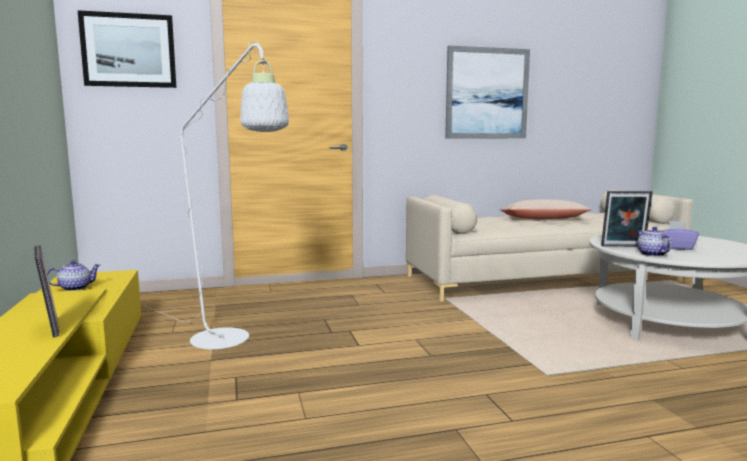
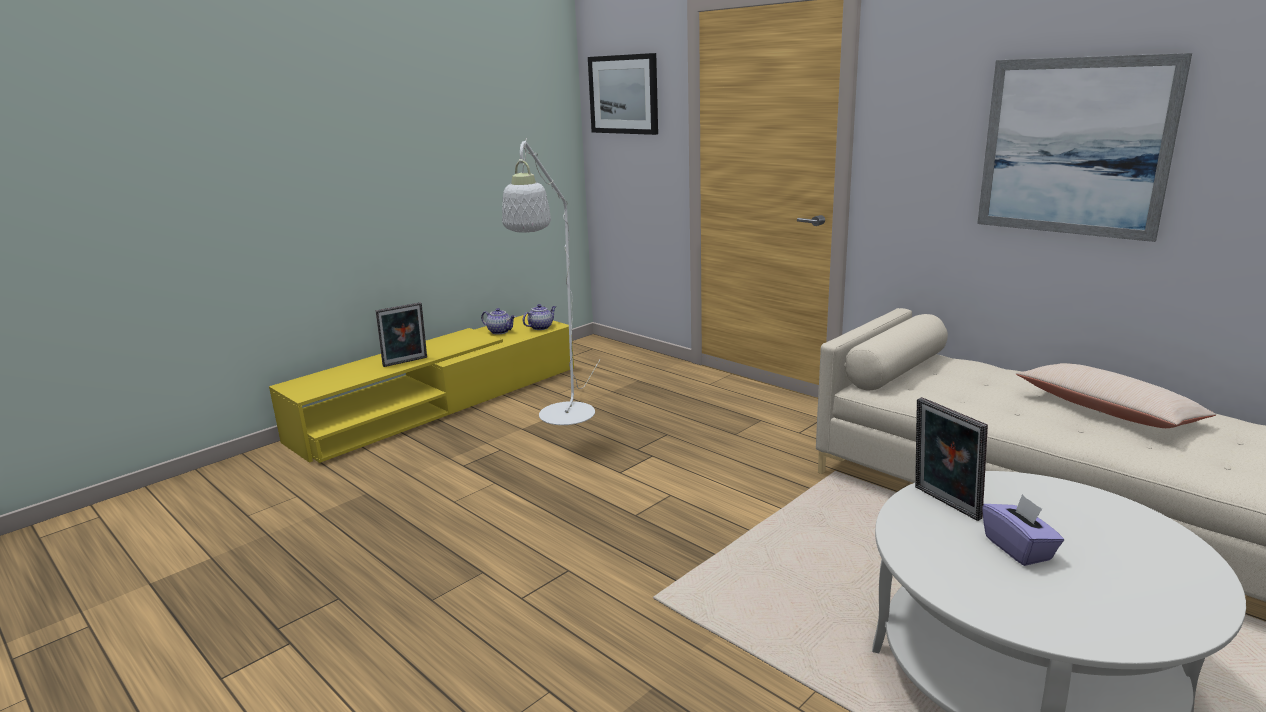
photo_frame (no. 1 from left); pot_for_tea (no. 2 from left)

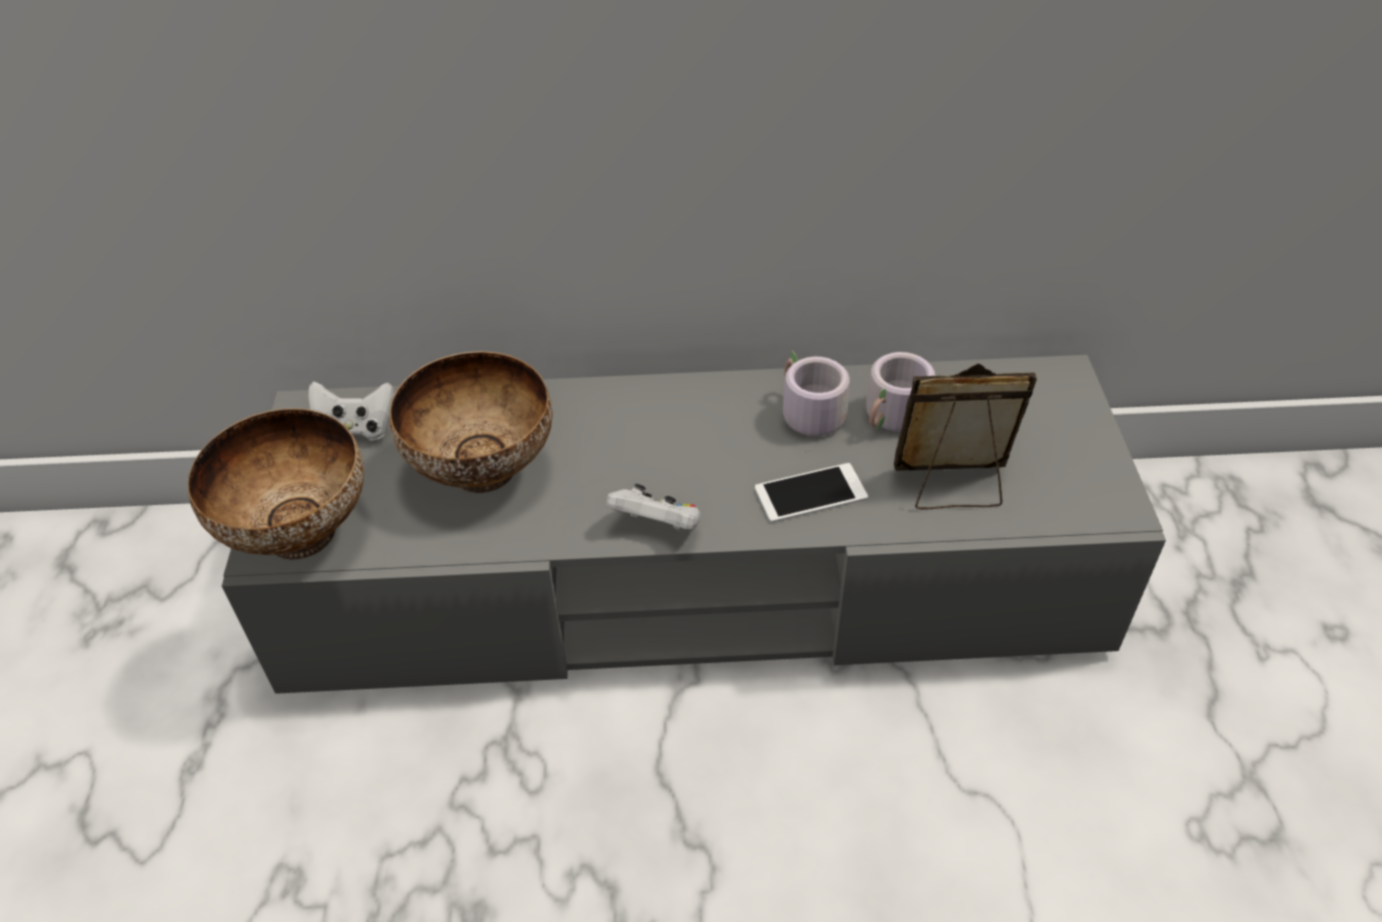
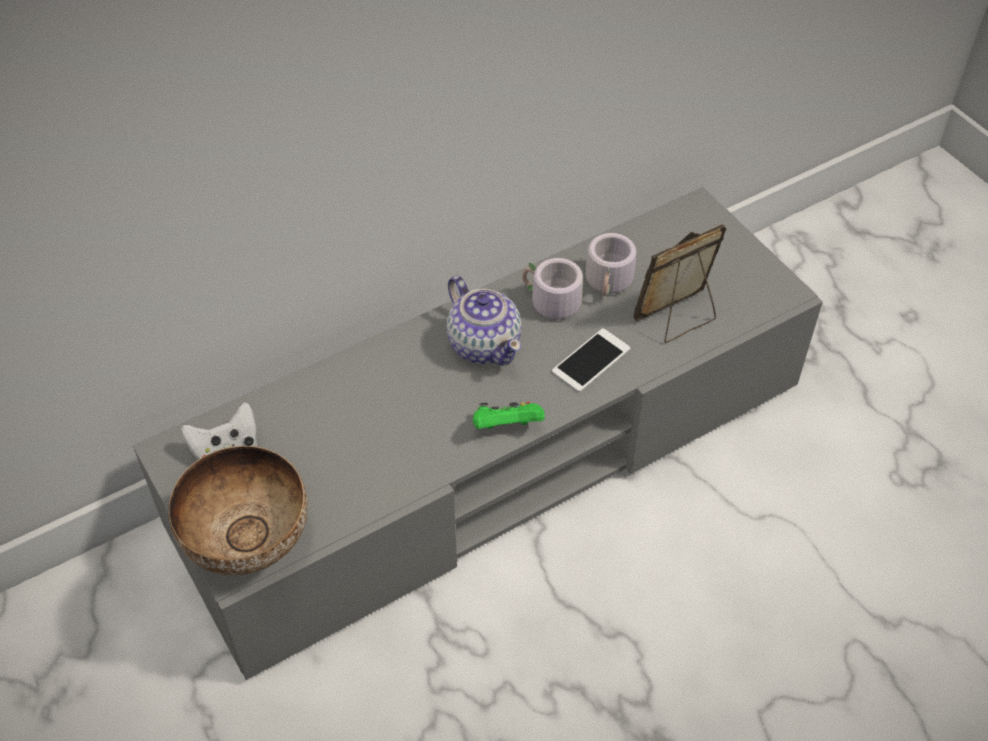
bowl (no. 2 from left in the first image); green-coloured_gamepad; pot_for_tea

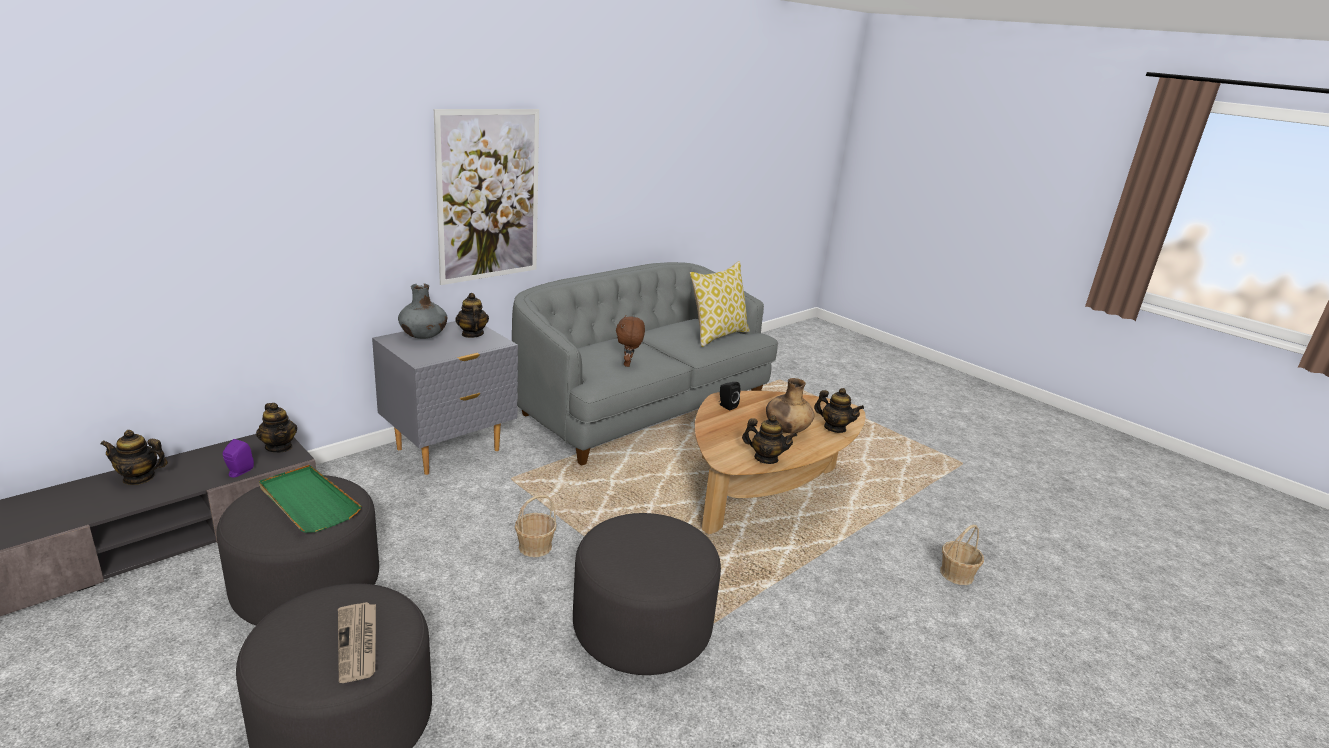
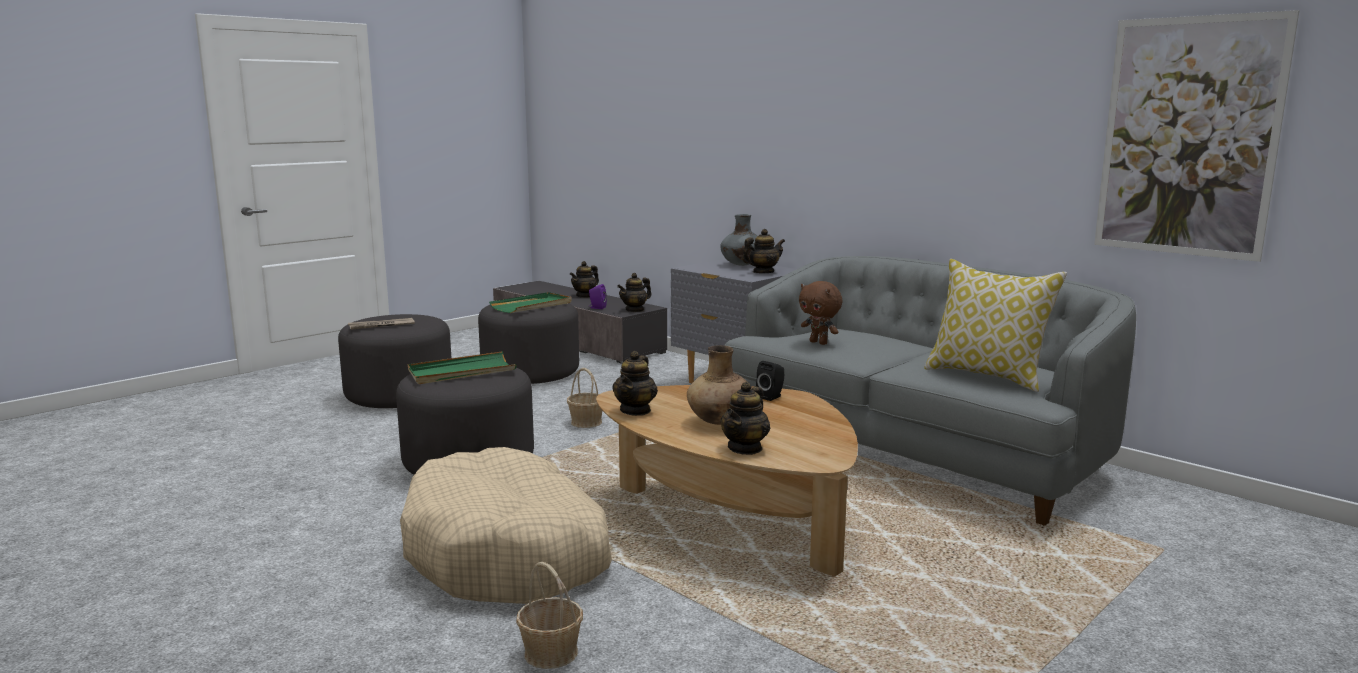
pot_for_tea (no. 1 from left); wall_art; brown_plush_toy; beige-coloured_dog_cushion; green-coloured_carrying_tray (no. 1 from left)

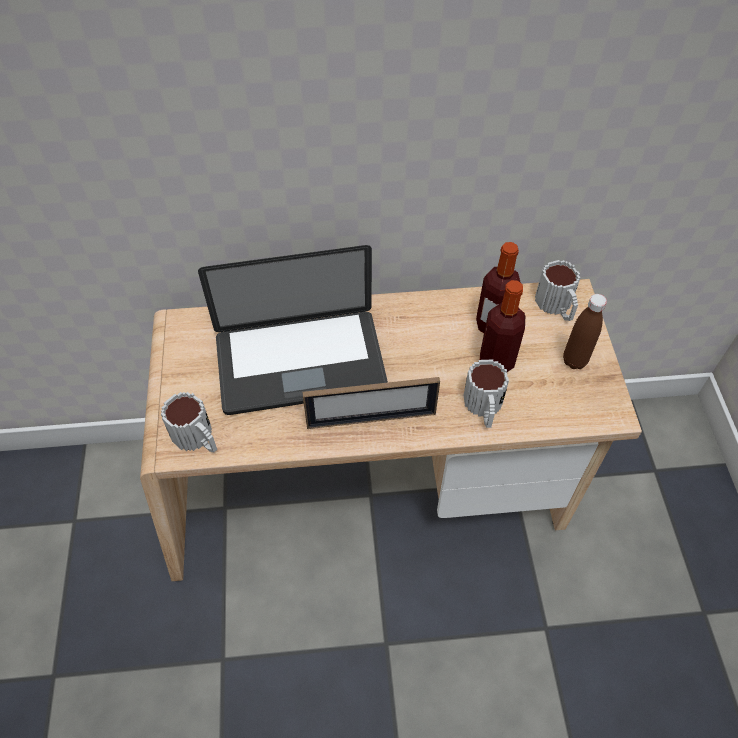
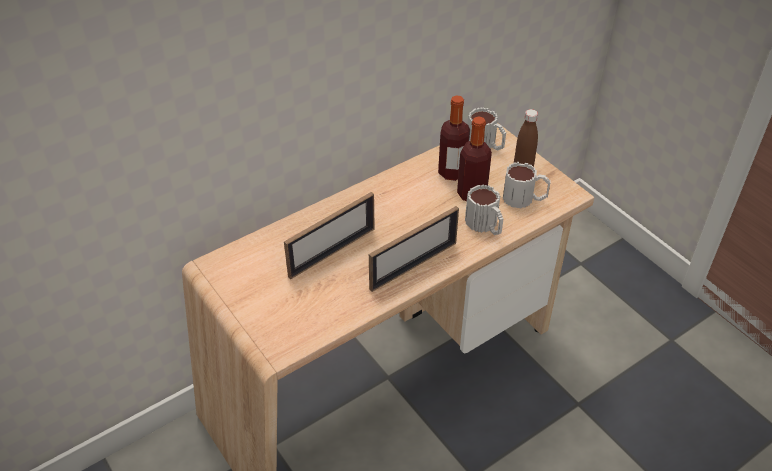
coffee_mug (no. 3 from left); photo_frame (no. 1 from left)

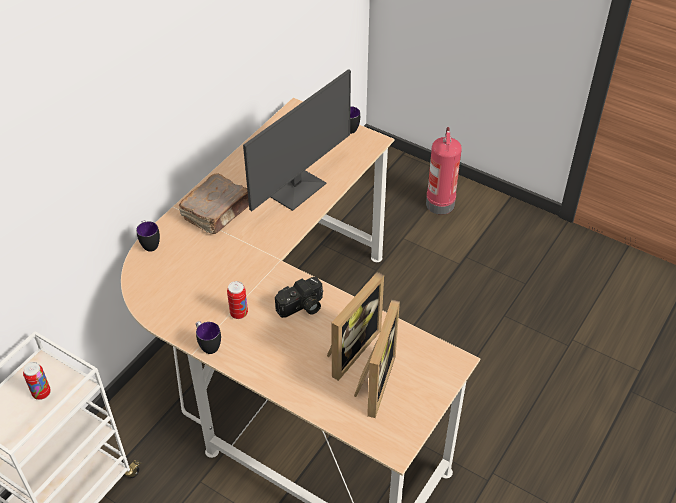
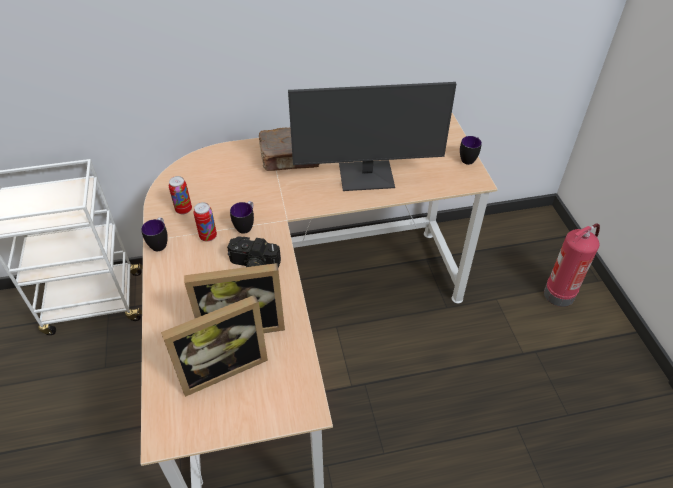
sealed_can (no. 1 from left); coffee_mug (no. 2 from left)

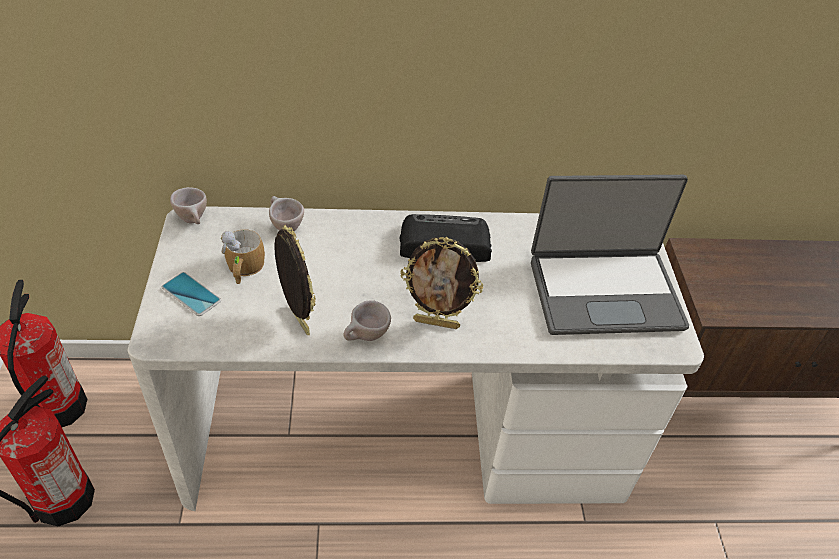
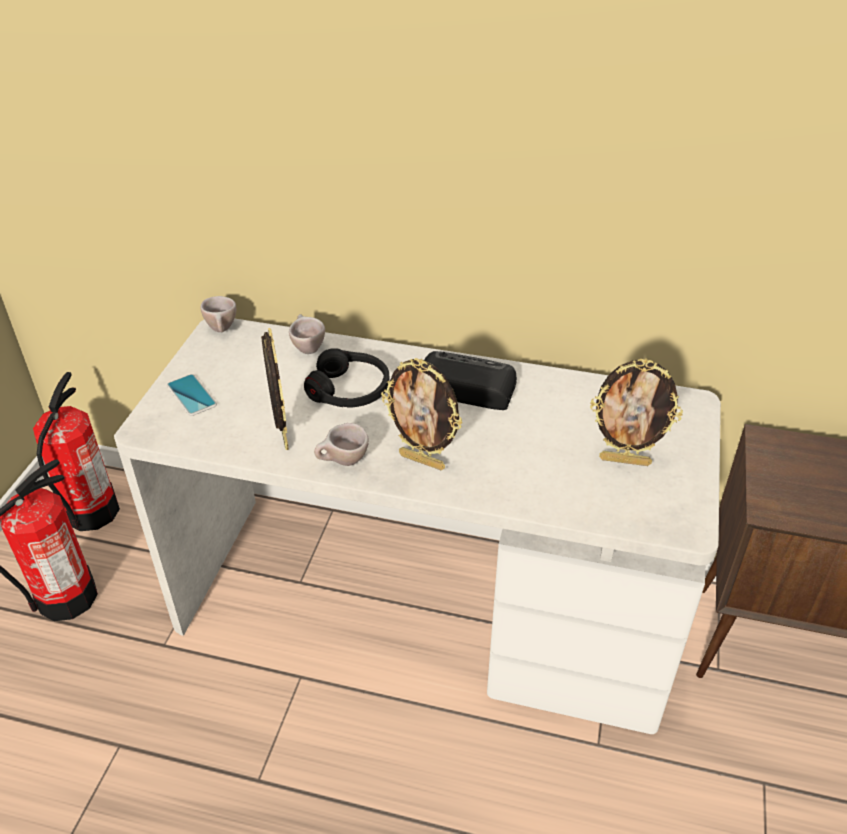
coffee_mug; photo_frame (no. 3 from left); black_pair_of_headphones

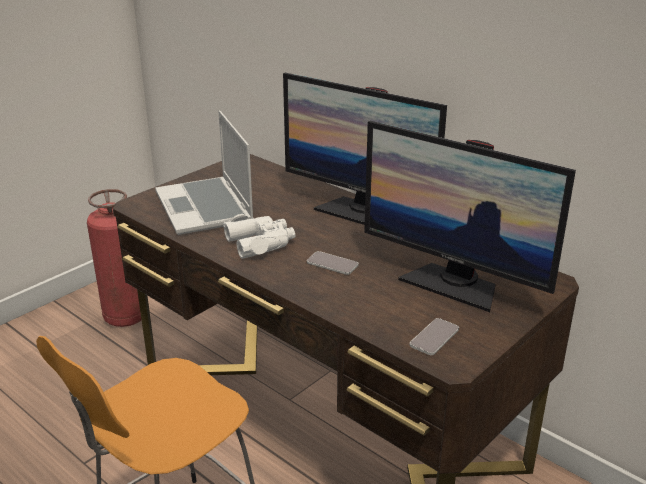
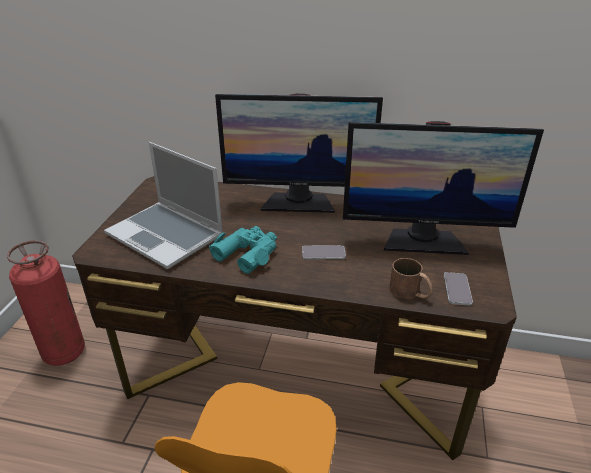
turquoise_pair_of_binoculars; brown_coffee_mug

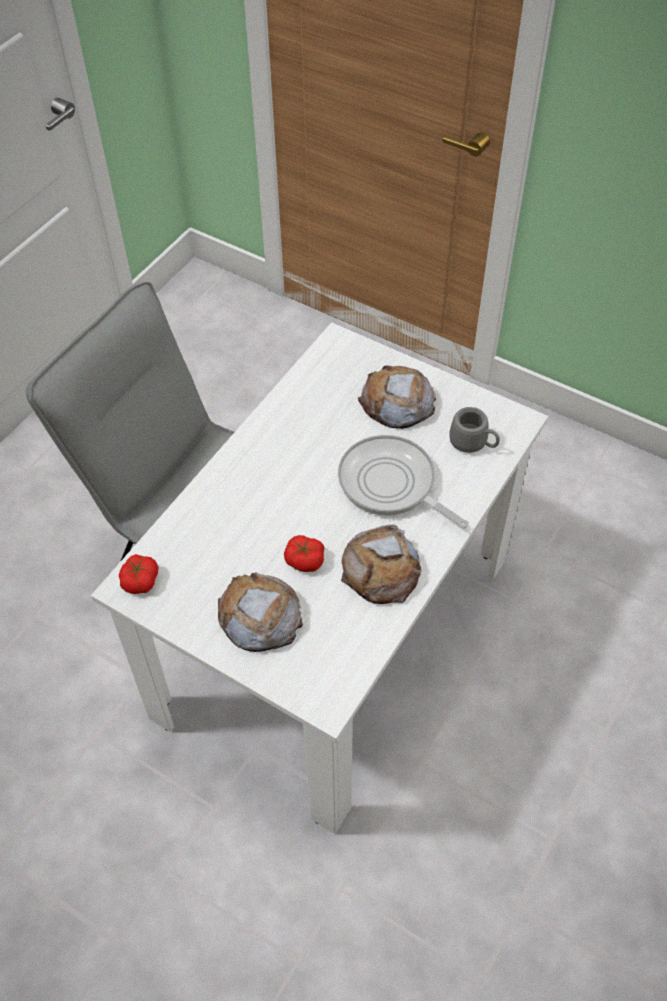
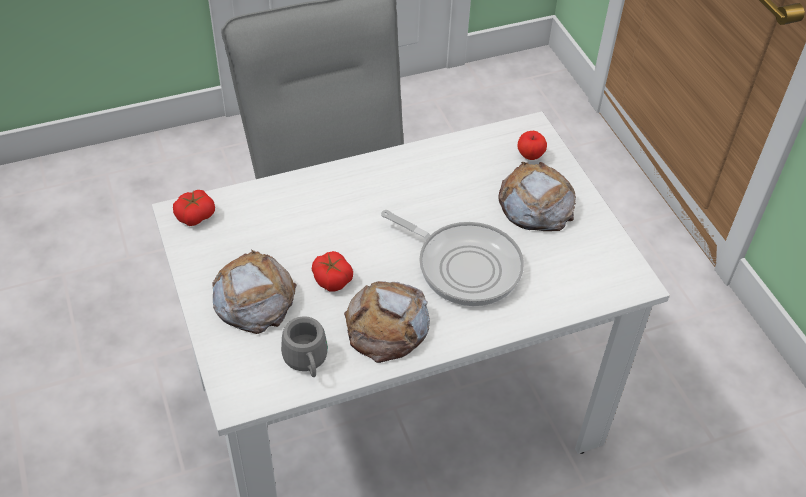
skillet; grey_coffee_mug; apple_fruit

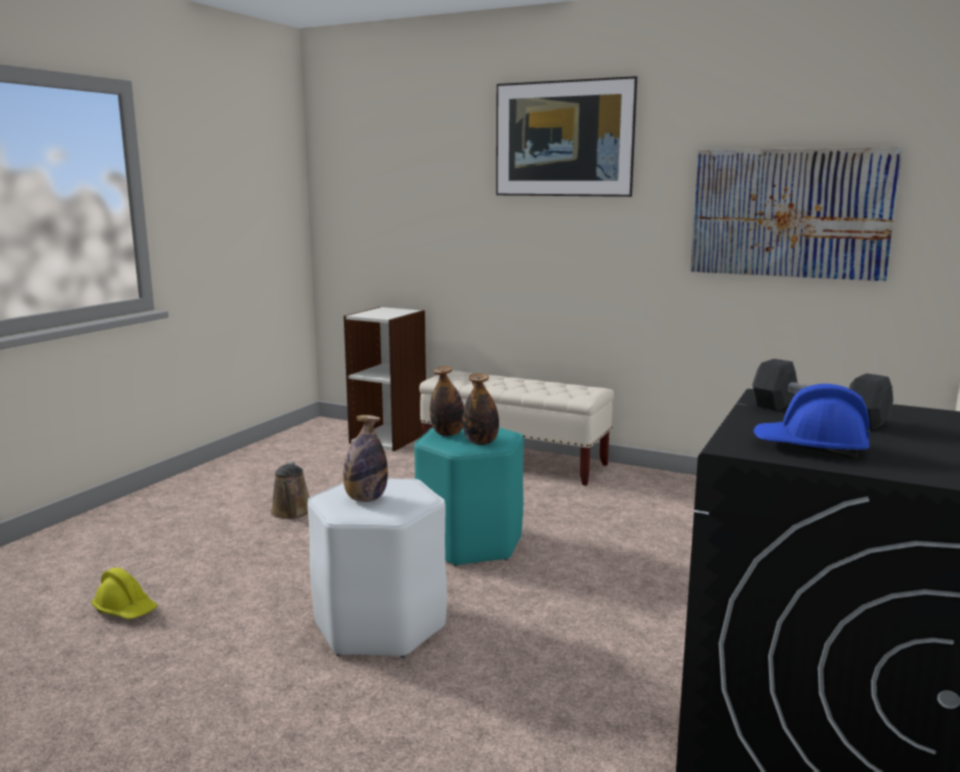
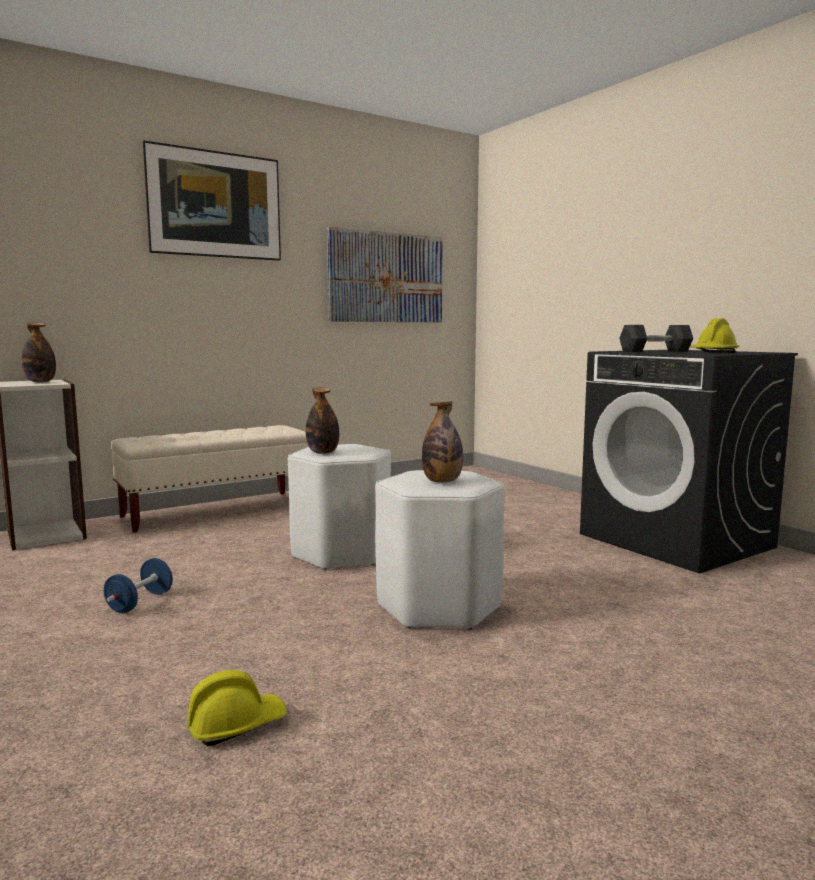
blue_hand_weight; white-coloured_stool (no. 1 from left); drink_bottle (no. 1 from left); yellowish_work_helmet (no. 2 from left)

